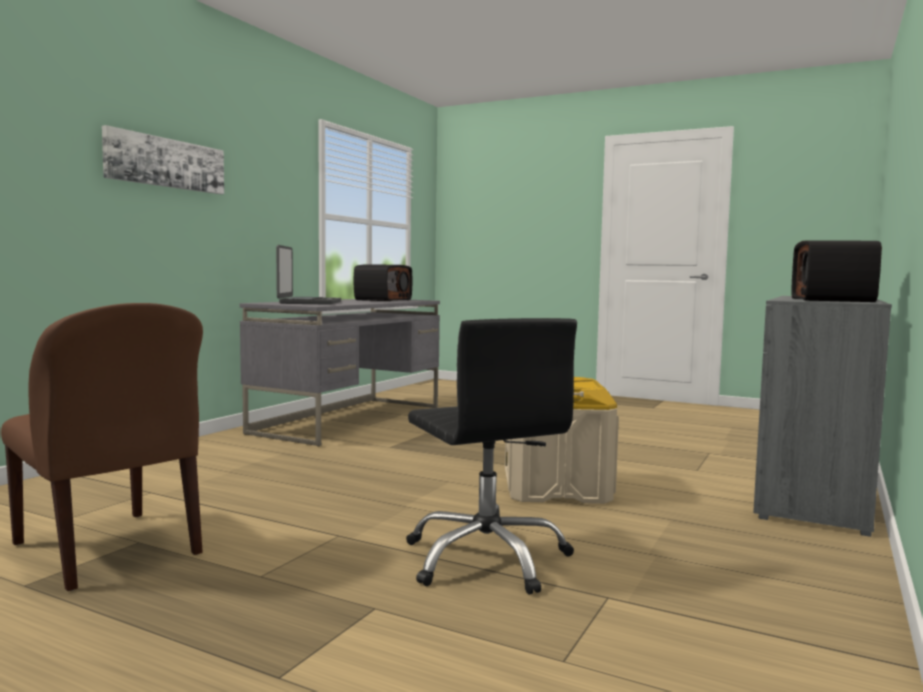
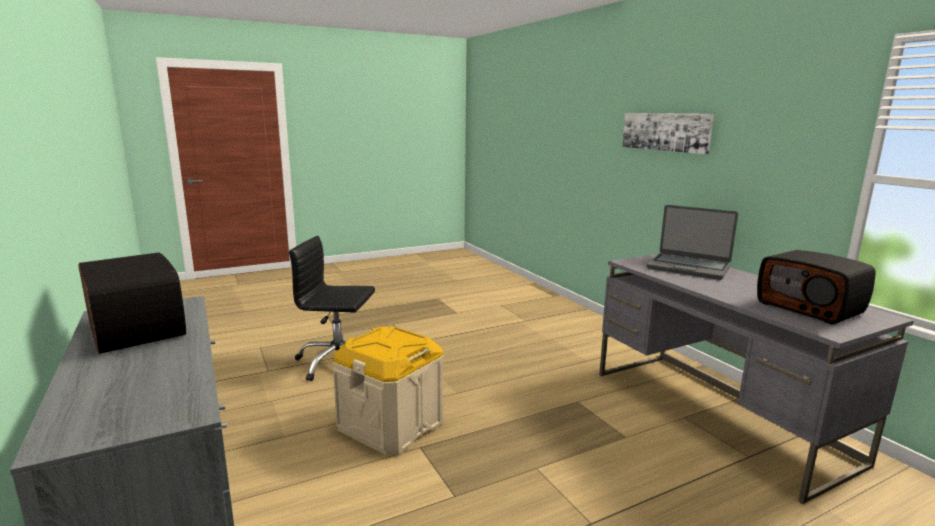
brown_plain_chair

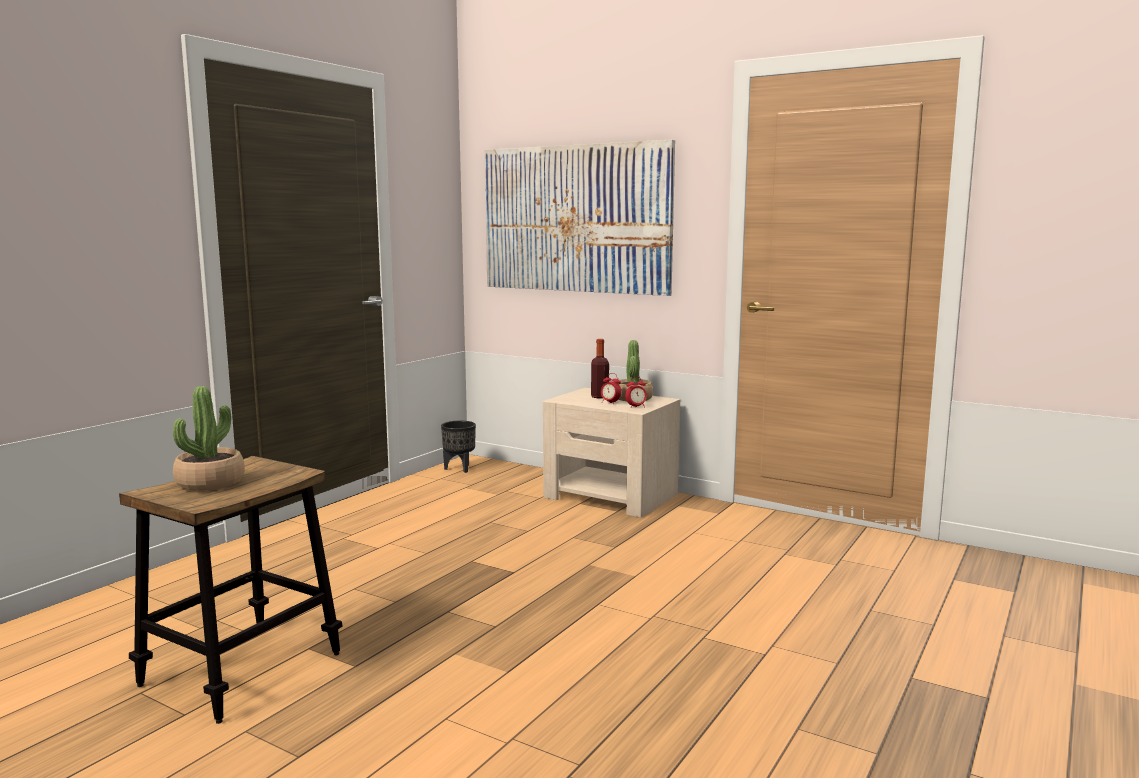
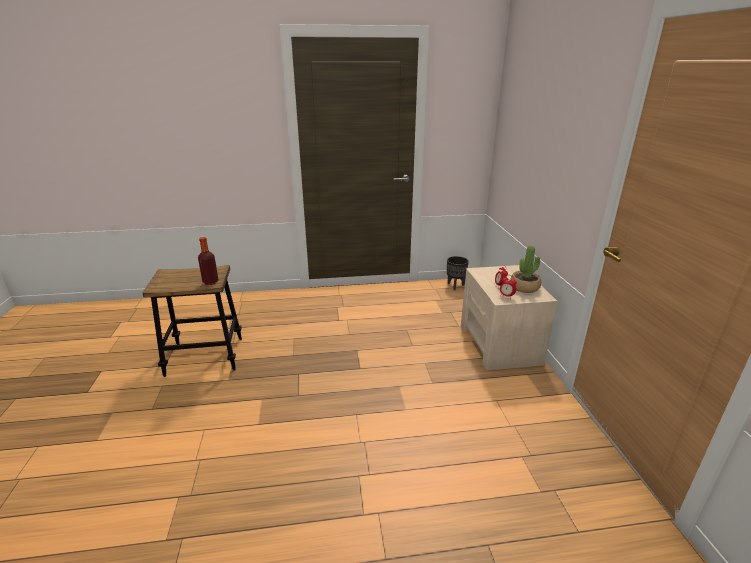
potted_plant (no. 1 from left in the first image); wall_art; drink_bottle

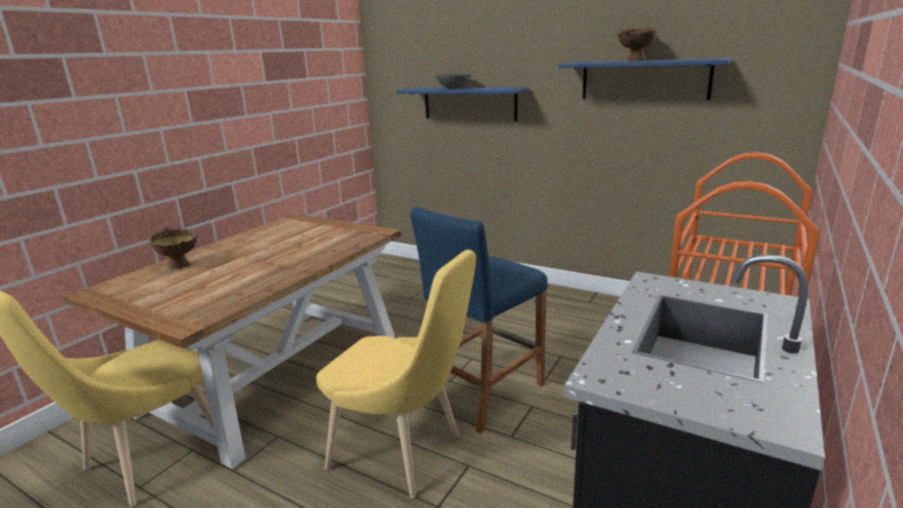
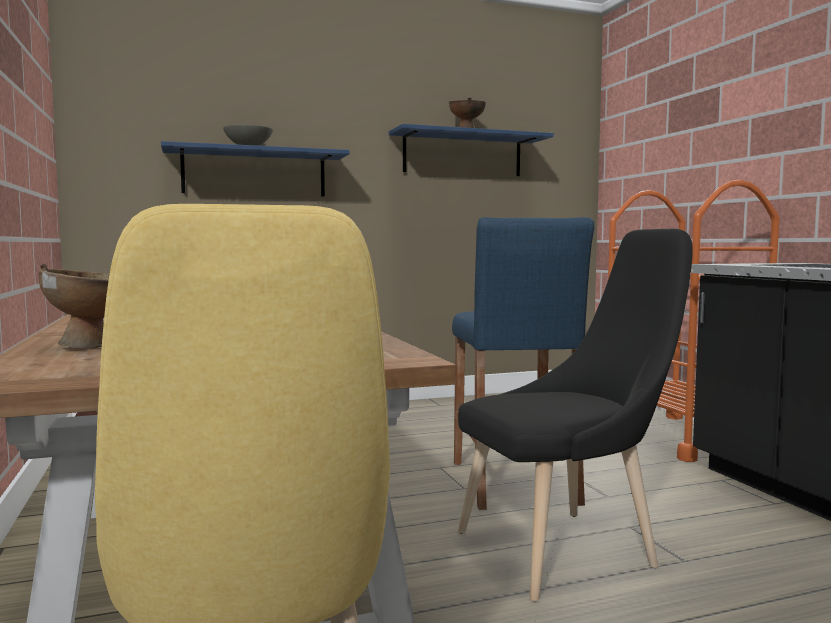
black_plain_chair

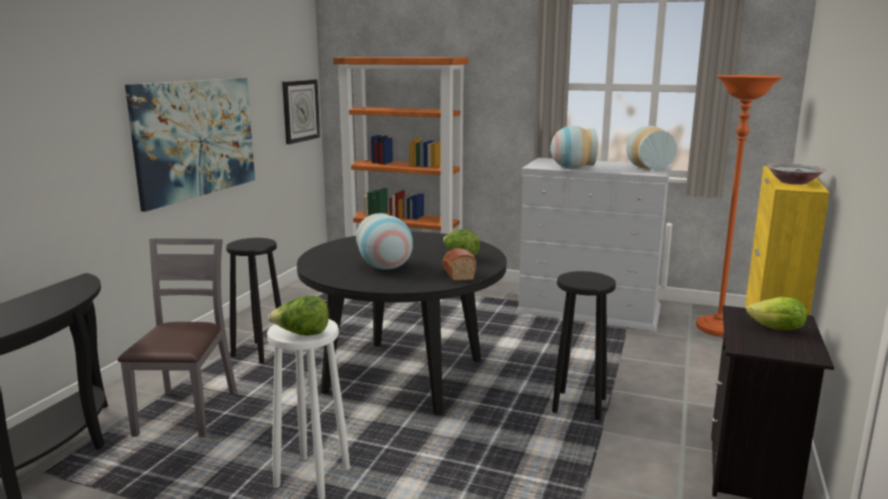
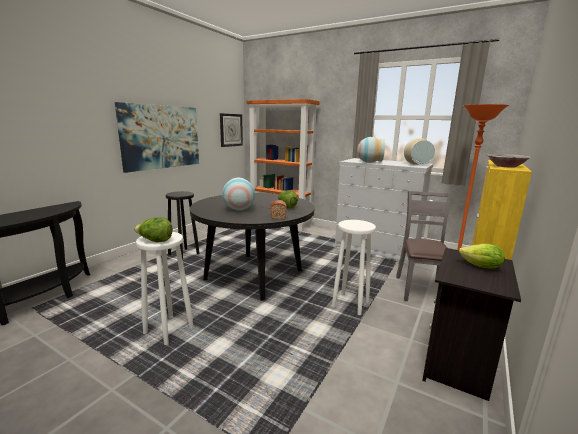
grey_plain_chair; white-coloured_stool (no. 2 from left)

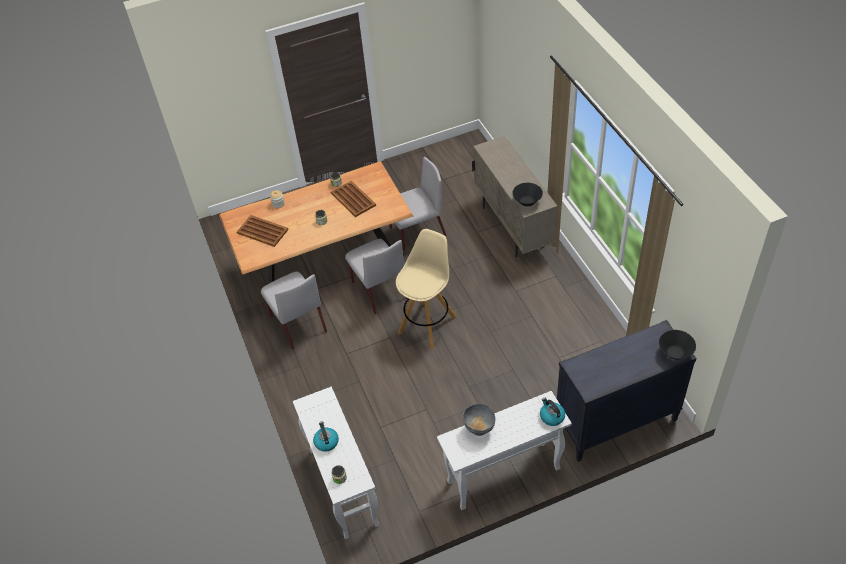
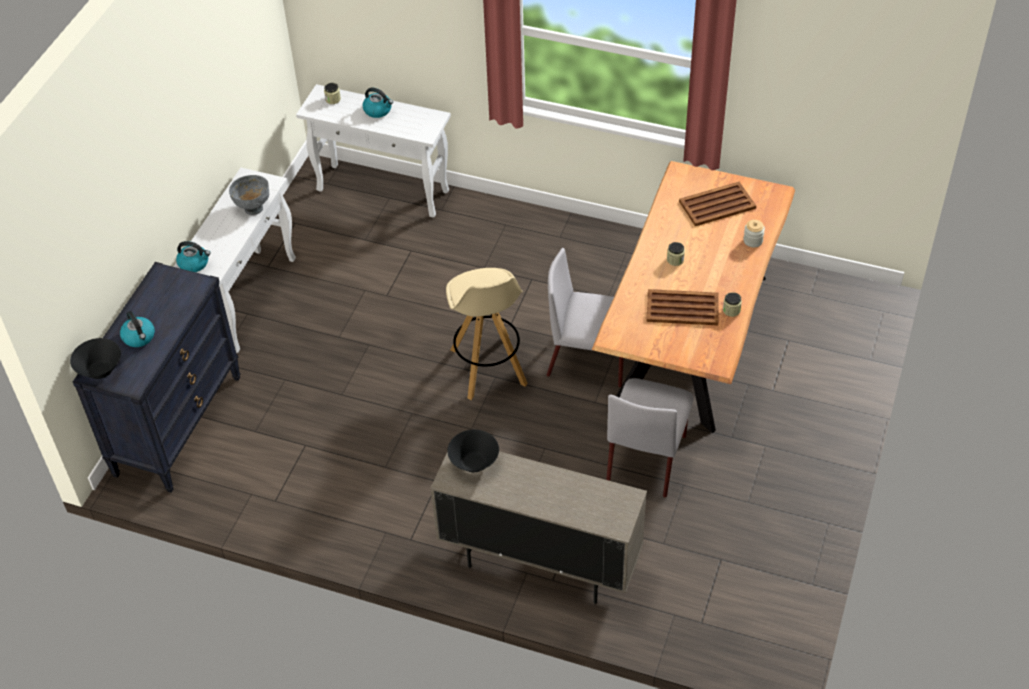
grey_plain_chair (no. 1 from left in the first image); kettle (no. 1 from left)

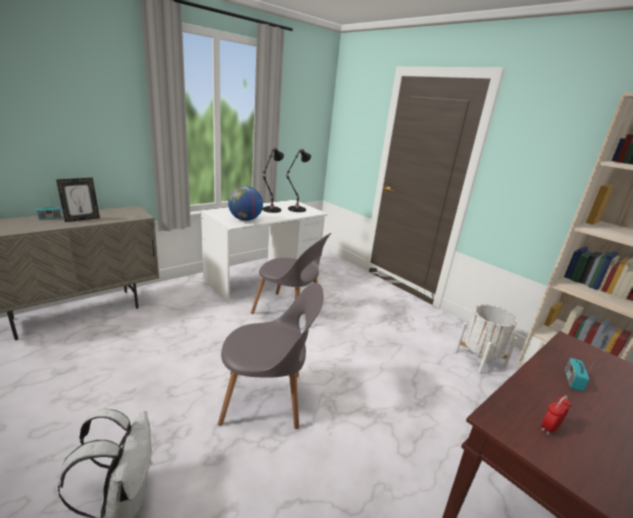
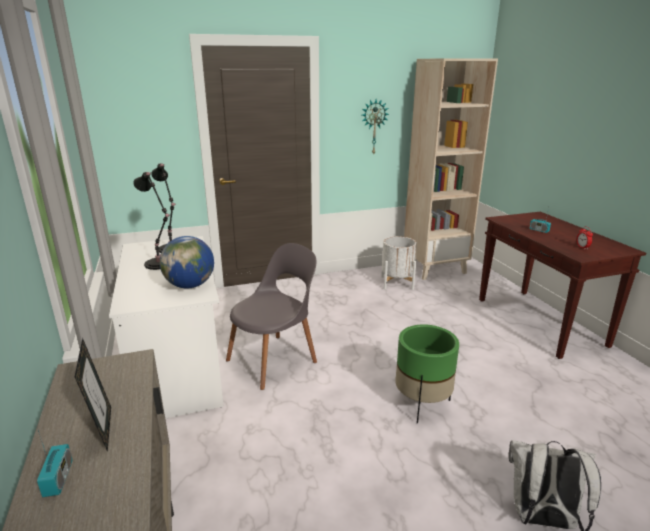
green-coloured_plant_pot; clock_on_the_wall

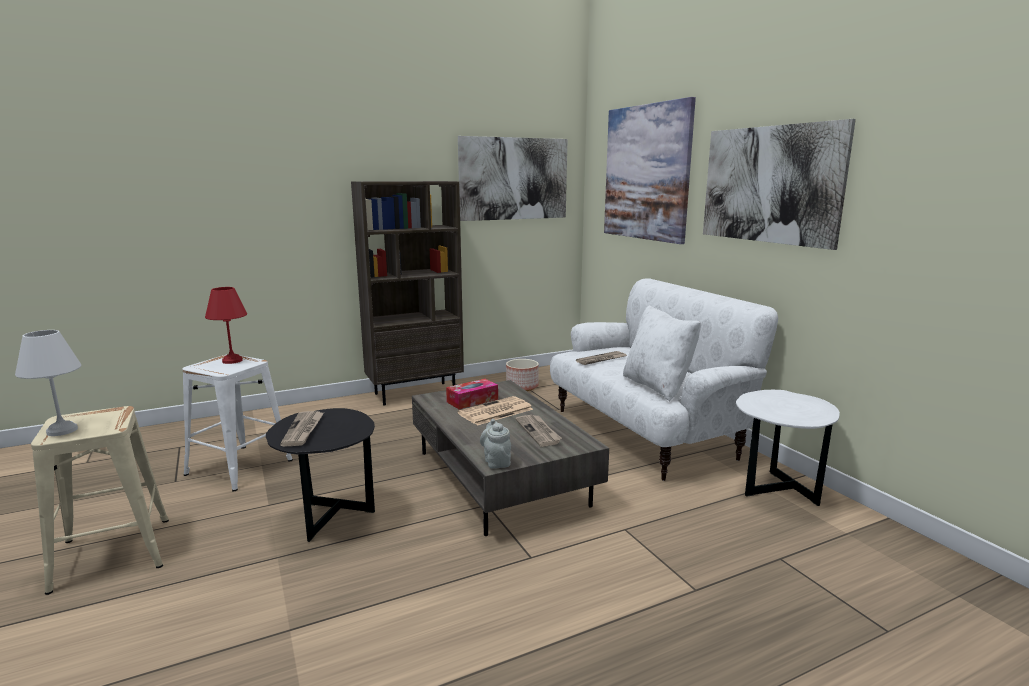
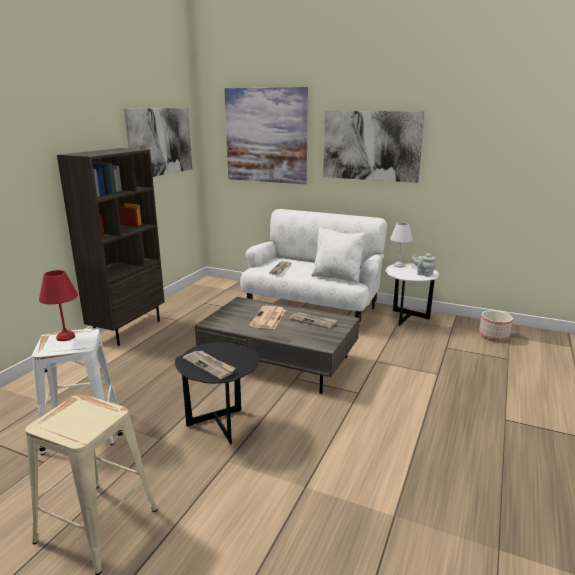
white-coloured_tabletop_lamp; tissue_holder; grey_pot_for_tea; plant_pot

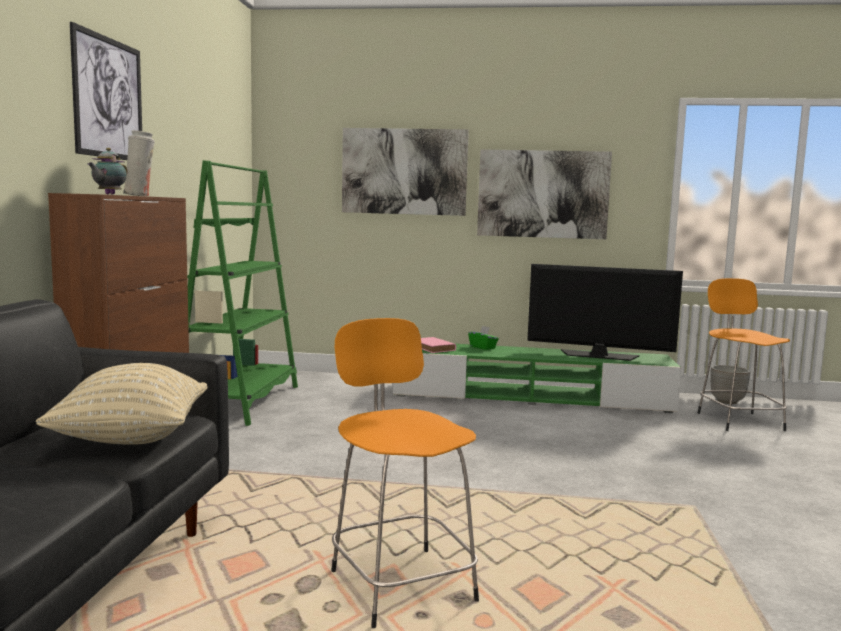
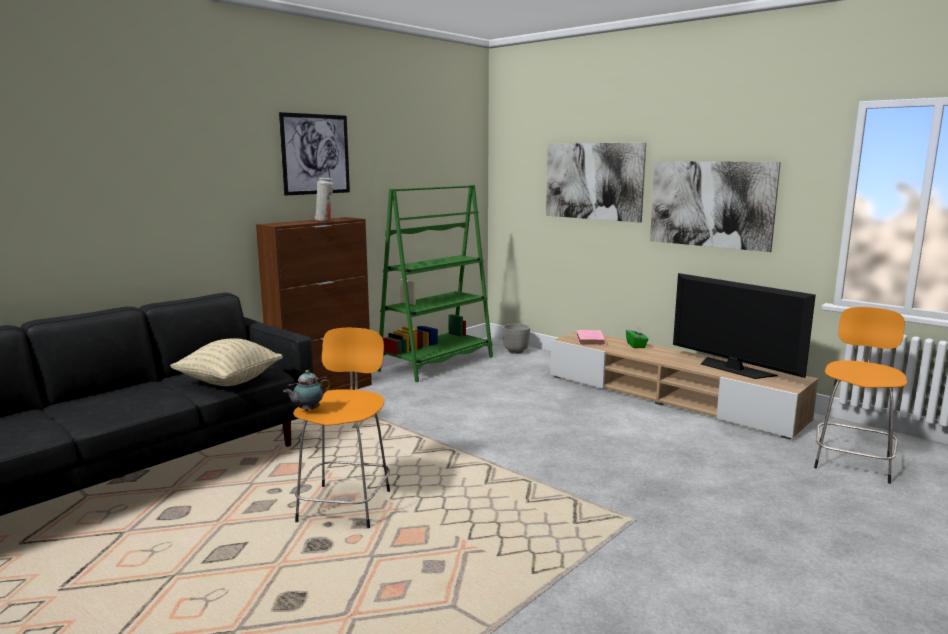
pot_for_tea; beige-coloured_tv_stand; plant_pot

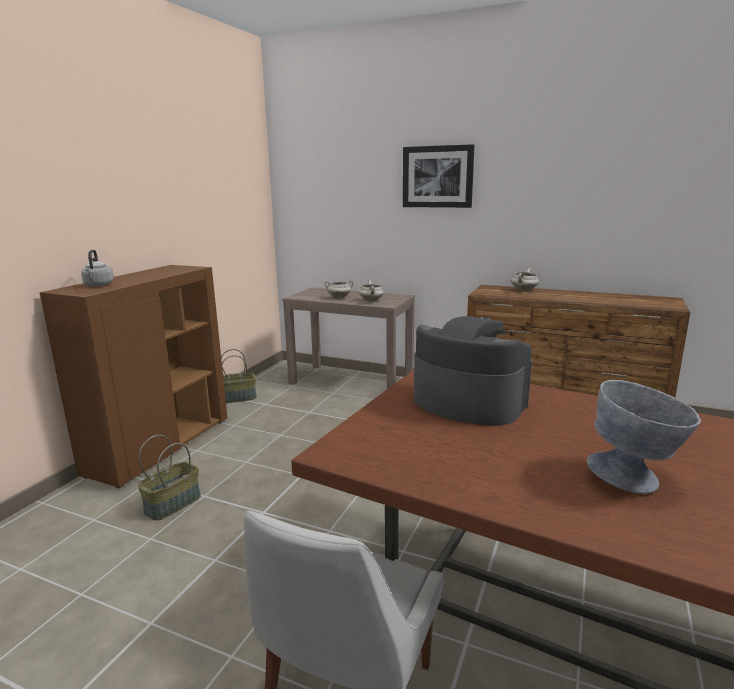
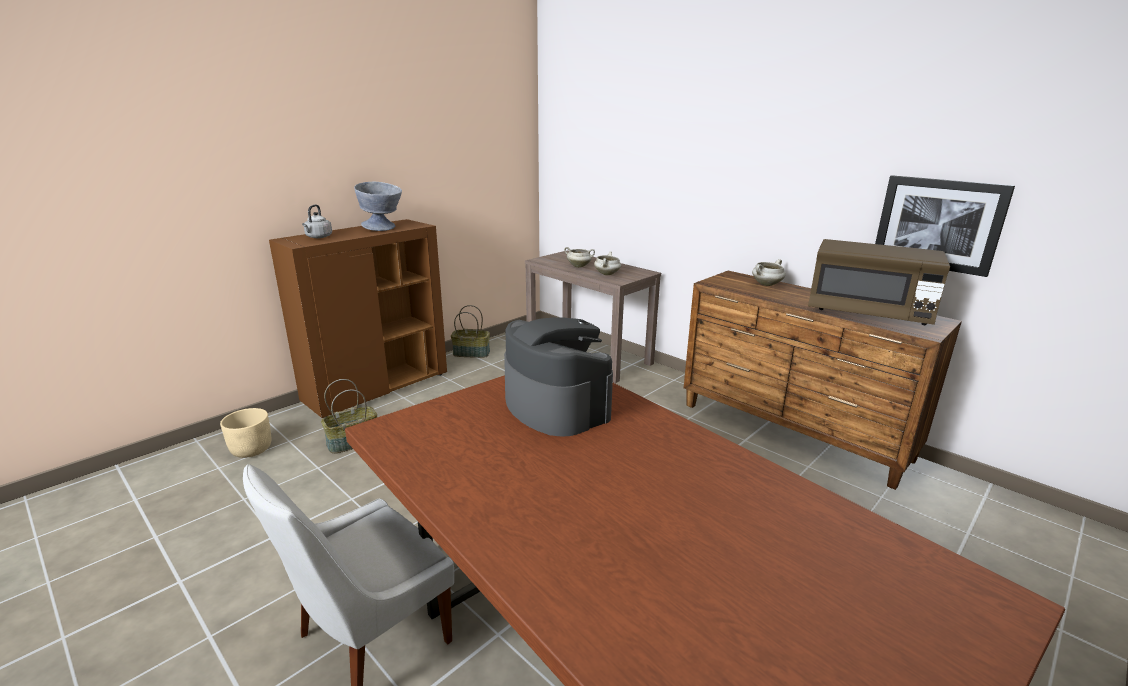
wall_art; grey_bowl; beige-coloured_plant_pot; brown_microwave_oven

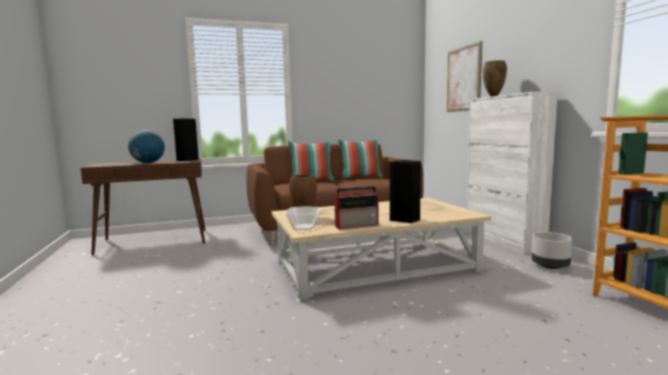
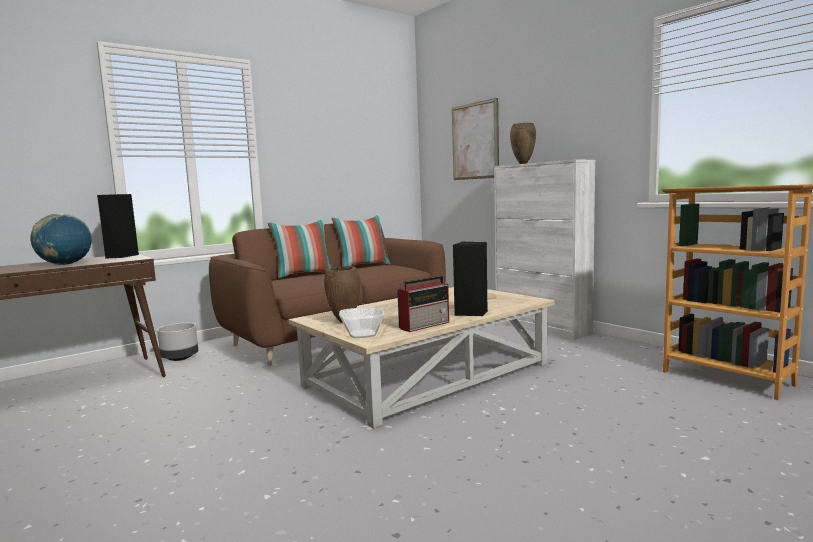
grey_plant_pot

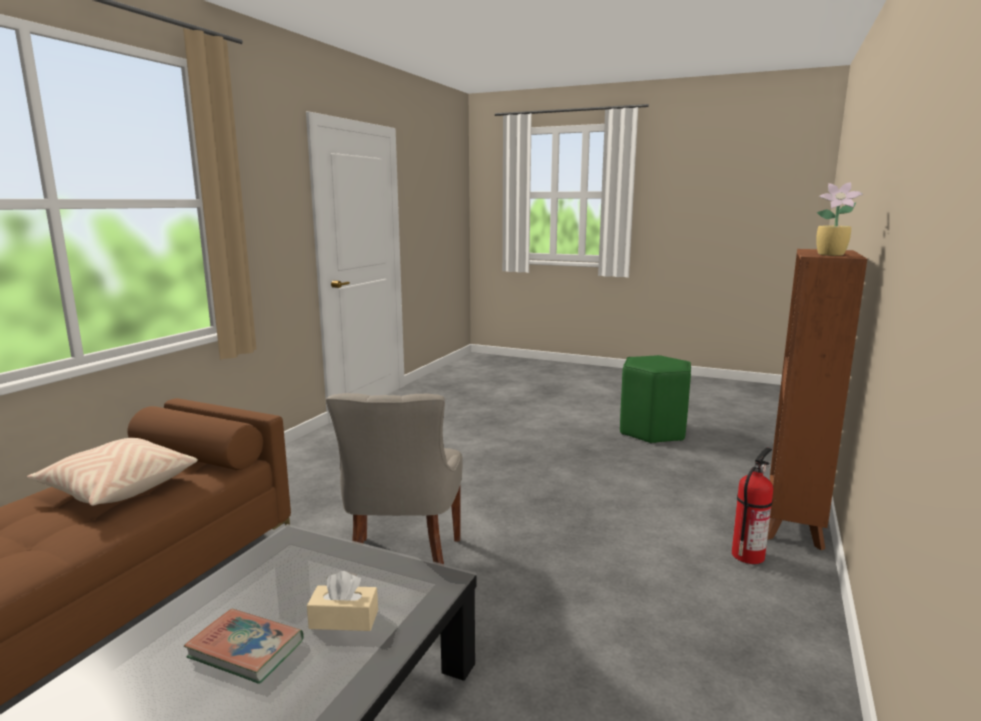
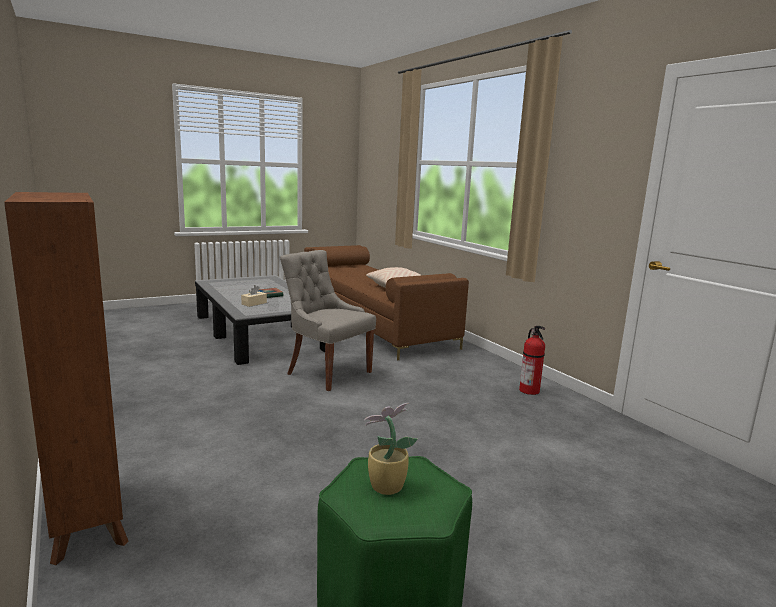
fire-fighting_cylinder; potted_plant

